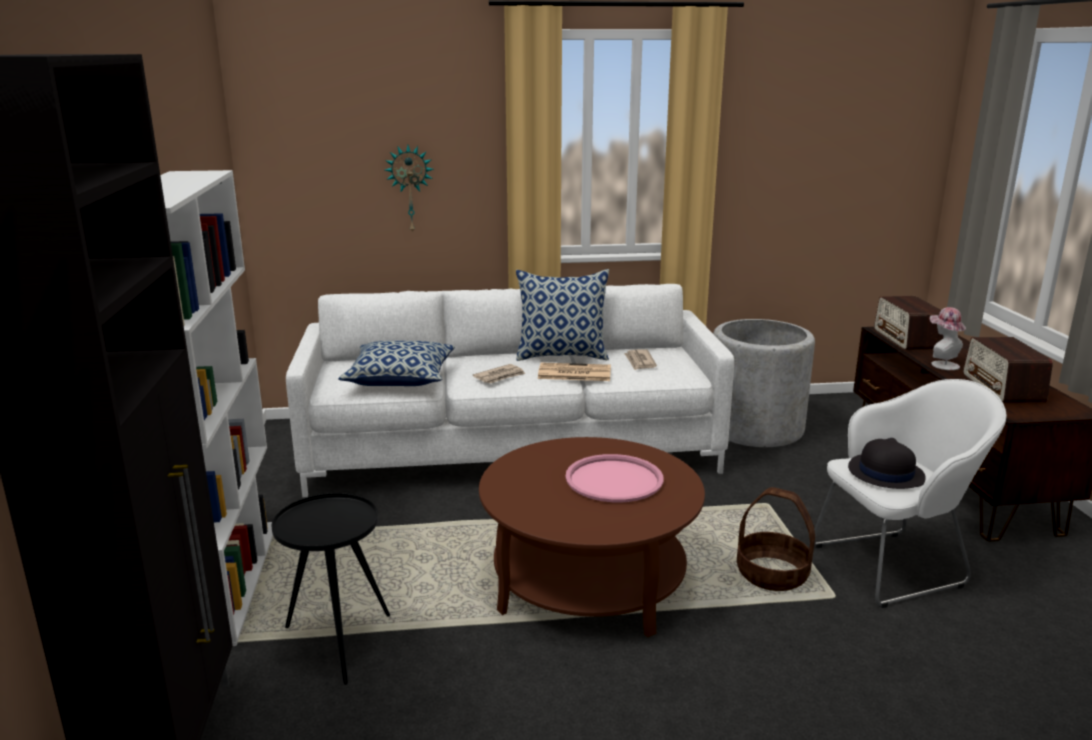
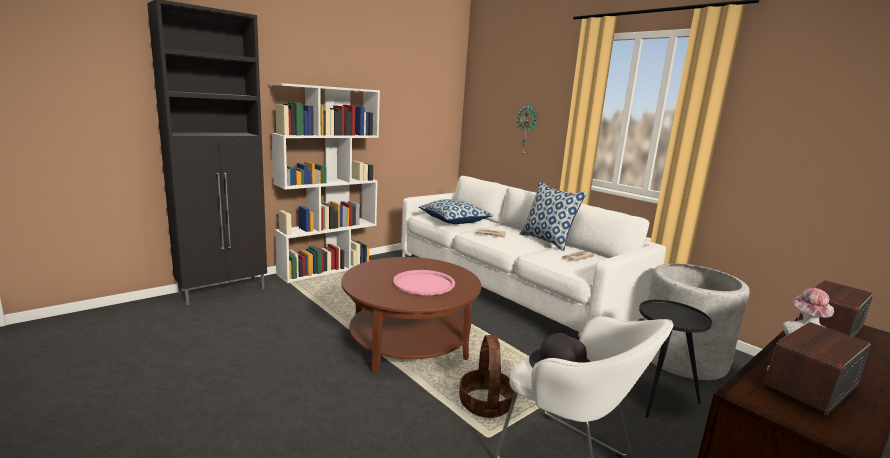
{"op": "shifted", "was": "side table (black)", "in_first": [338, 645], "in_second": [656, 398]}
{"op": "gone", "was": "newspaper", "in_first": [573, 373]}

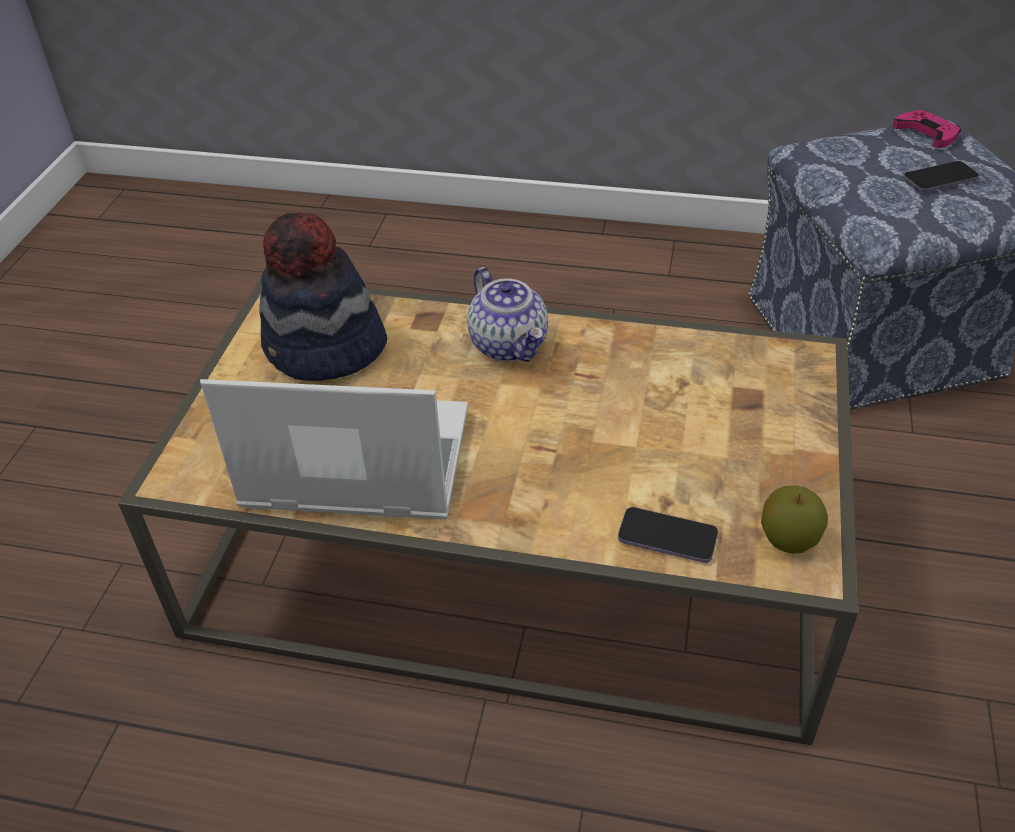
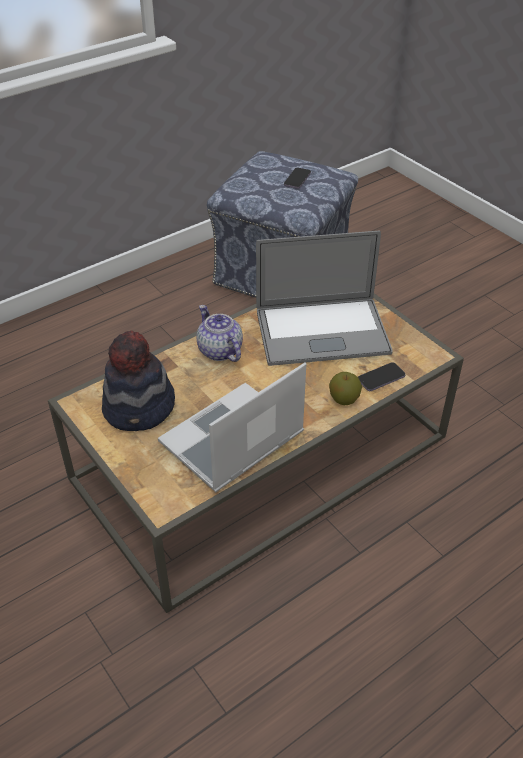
{"op": "rotated", "was": "teapot", "in_first": [510, 345], "in_second": [219, 350], "clockwise": -135}
{"op": "shifted", "was": "apple", "in_first": [789, 539], "in_second": [344, 399]}
{"op": "gone", "was": "game controller (pink)", "in_first": [927, 133]}
{"op": "new", "now": "laptop", "in_second": [322, 331]}

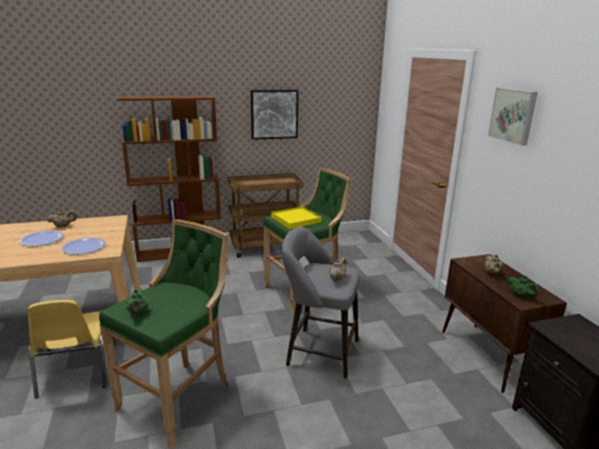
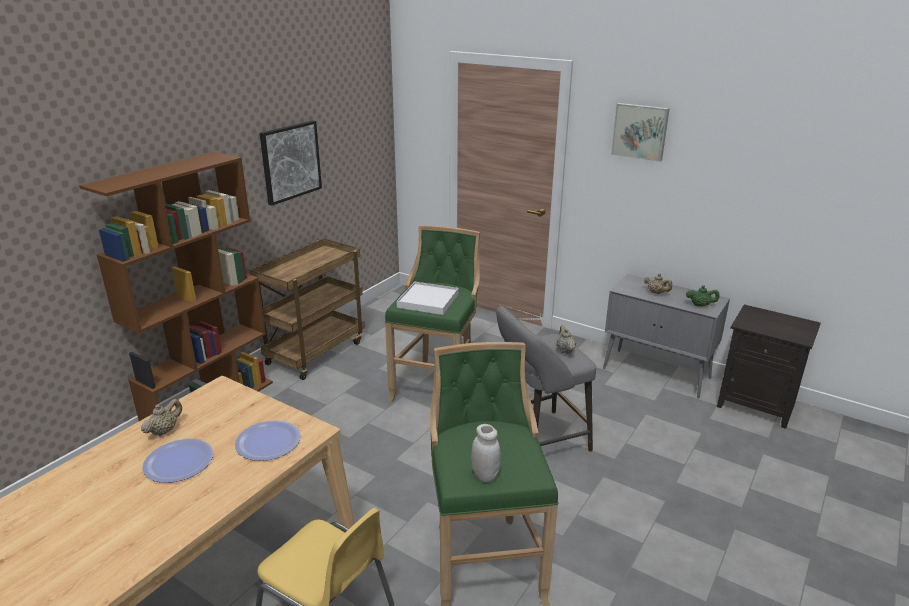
{"op": "swapped", "was": "teapot (green)", "now": "jar (white)", "in_first": [138, 313], "in_second": [485, 475]}
{"op": "repainted", "was": "tray (yellow)", "now": "tray (white)", "in_first": [296, 219], "in_second": [428, 300]}
{"op": "repainted", "was": "cabinet (brown)", "now": "cabinet (grey)", "in_first": [488, 357], "in_second": [657, 373]}

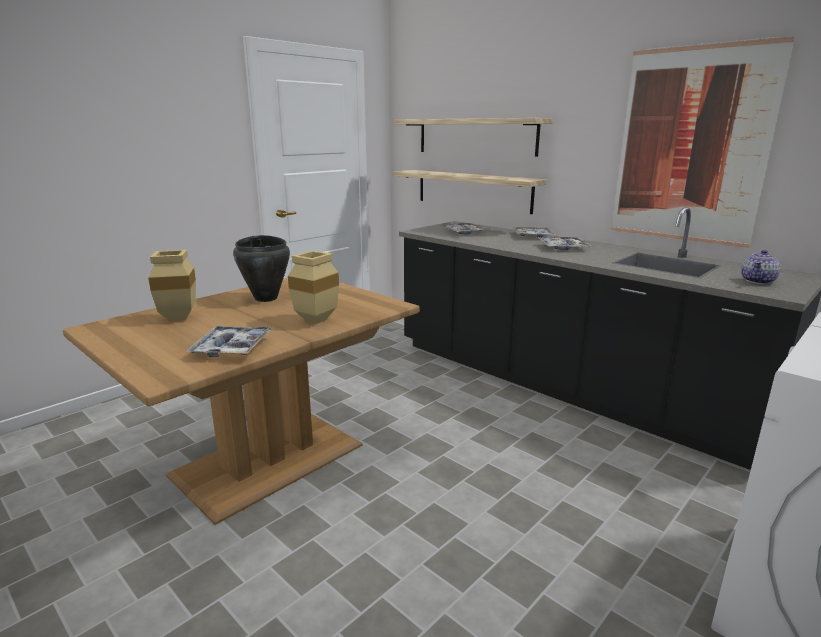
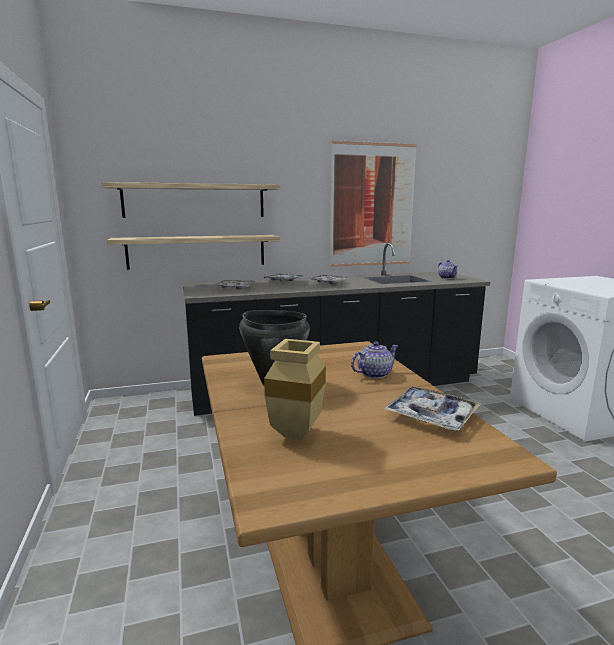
{"op": "swapped", "was": "vase (beige)", "now": "teapot", "in_first": [316, 319], "in_second": [374, 374]}

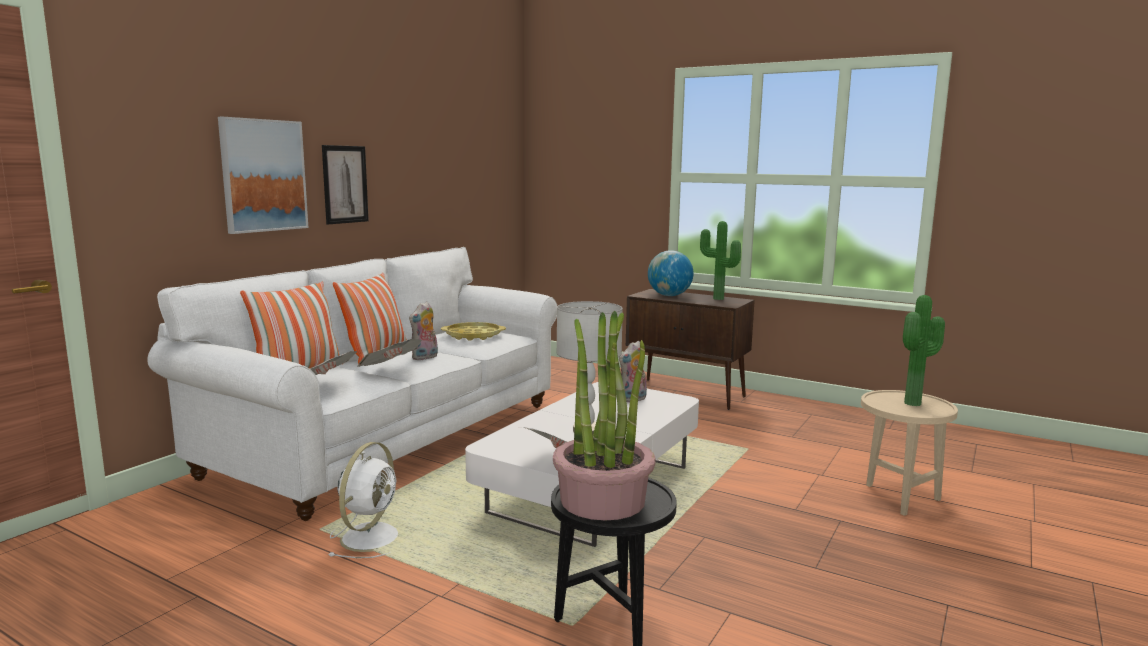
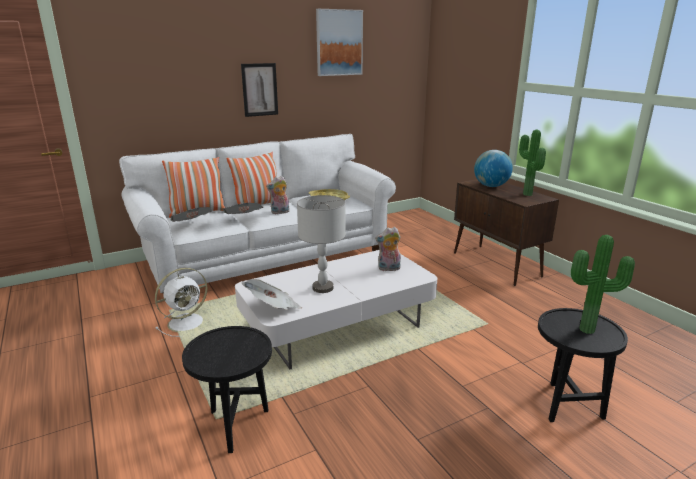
{"op": "shifted", "was": "picture", "in_first": [263, 175], "in_second": [339, 43]}
{"op": "gone", "was": "potted plant", "in_first": [603, 500]}
{"op": "repainted", "was": "side table (beige)", "now": "side table (black)", "in_first": [897, 497], "in_second": [566, 403]}

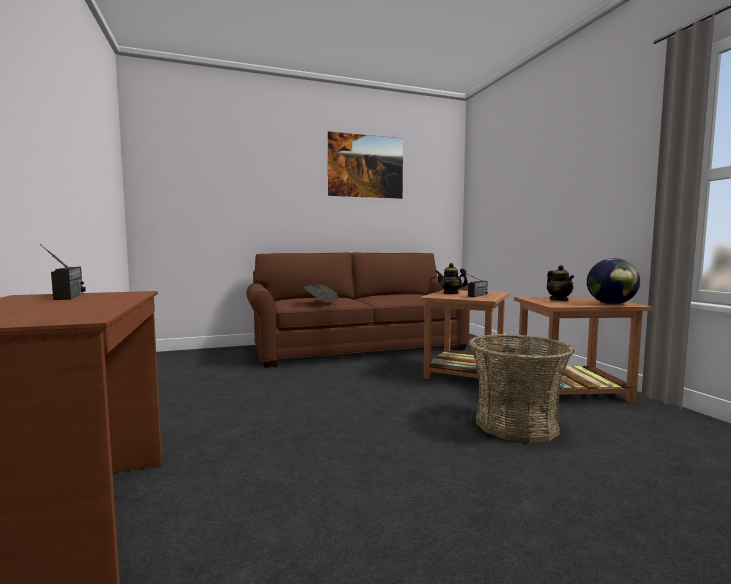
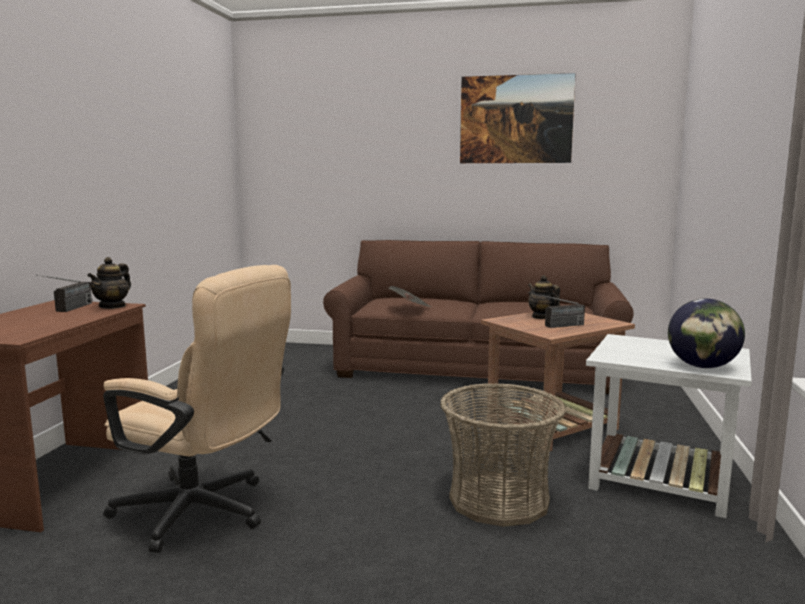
{"op": "repainted", "was": "side table (brown)", "now": "side table (white)", "in_first": [570, 390], "in_second": [657, 479]}
{"op": "shifted", "was": "teapot", "in_first": [559, 300], "in_second": [112, 306]}
{"op": "new", "now": "office chair (beige)", "in_second": [204, 514]}

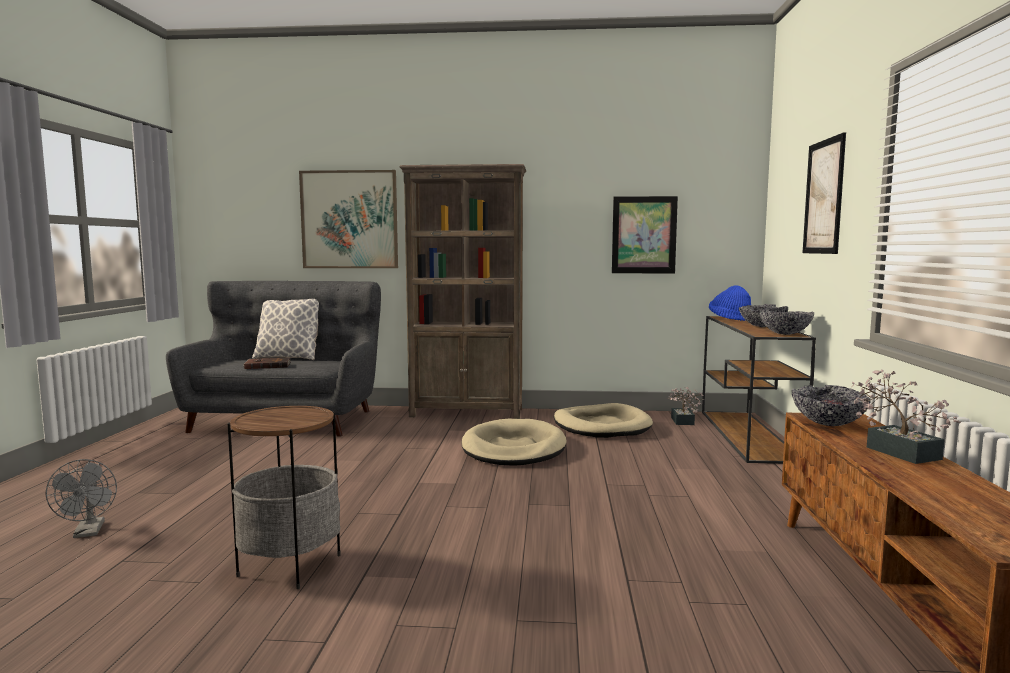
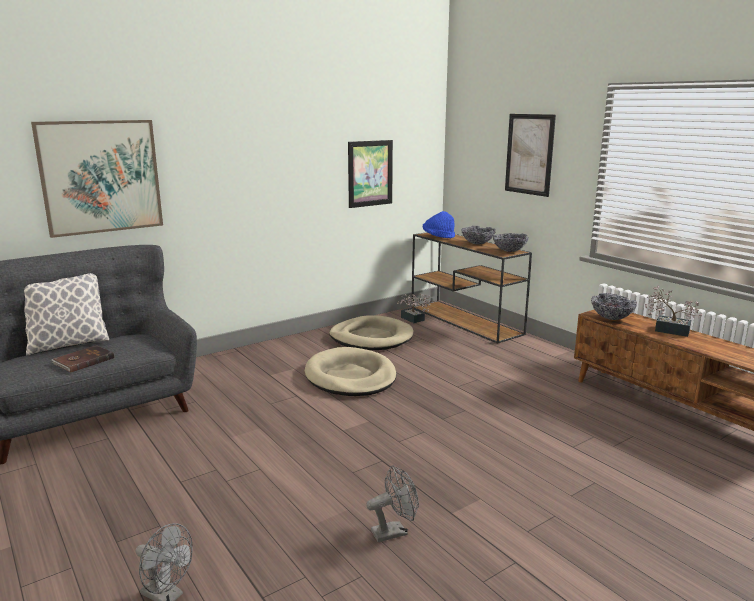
{"op": "swapped", "was": "side table", "now": "fan (grey)", "in_first": [290, 566], "in_second": [394, 531]}
{"op": "gone", "was": "bookcase (brown)", "in_first": [467, 412]}

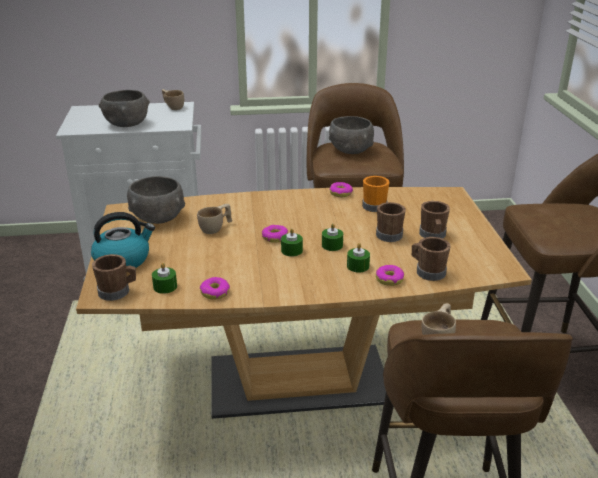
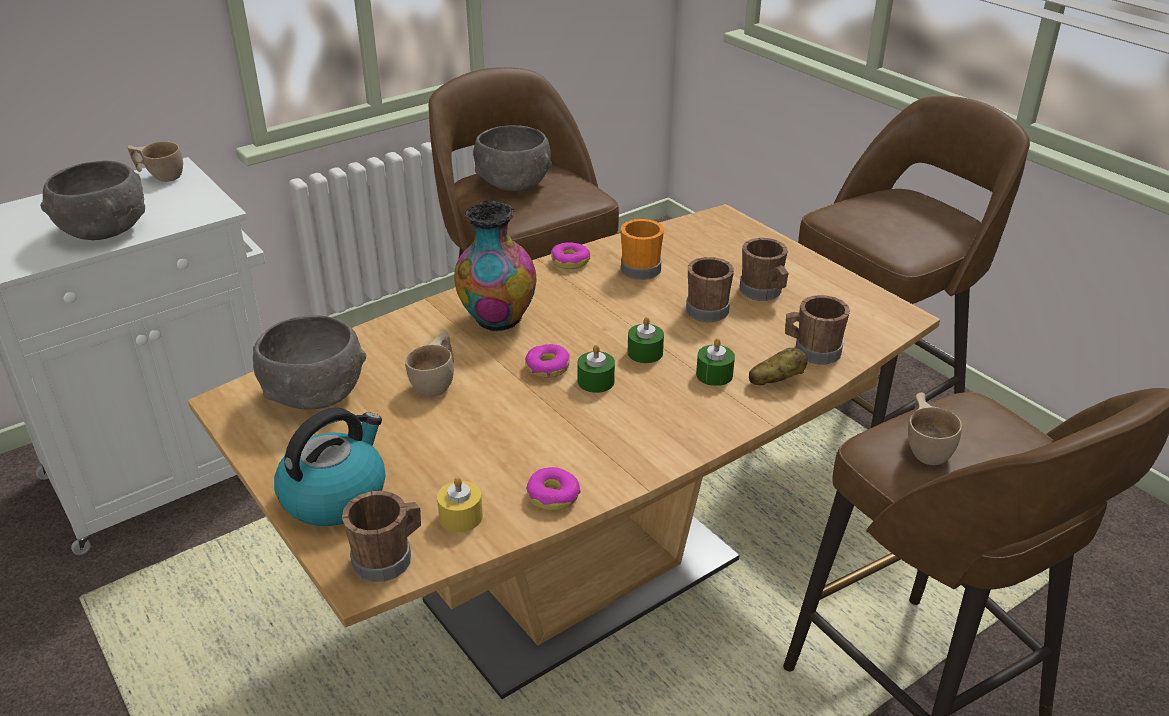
{"op": "repainted", "was": "candle (green)", "now": "candle (yellow)", "in_first": [165, 286], "in_second": [461, 516]}
{"op": "swapped", "was": "donut", "now": "potato", "in_first": [389, 279], "in_second": [776, 380]}
{"op": "new", "now": "vase", "in_second": [497, 320]}

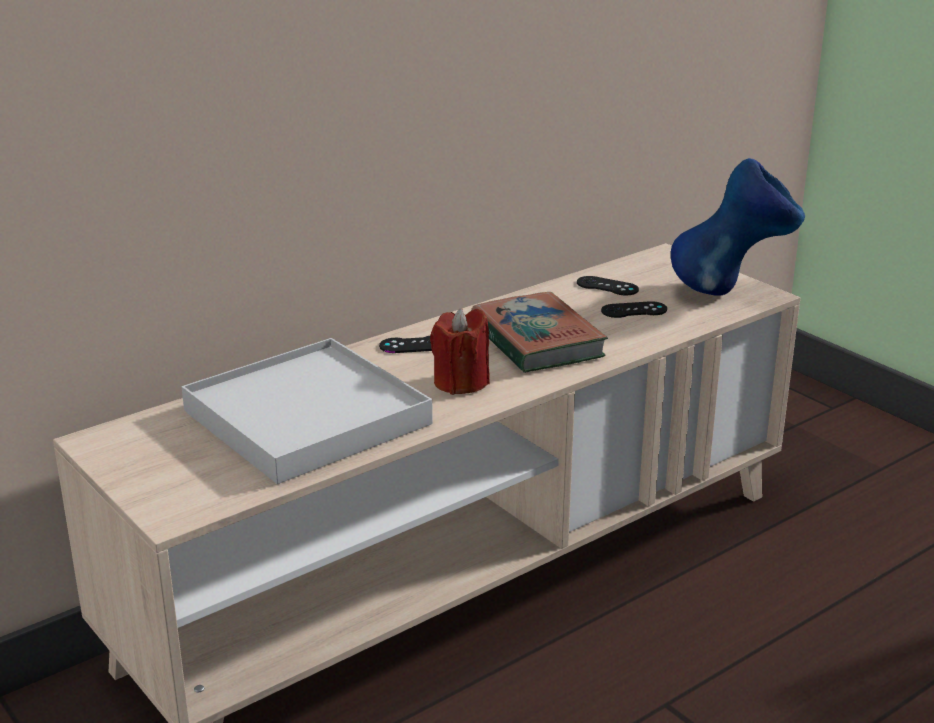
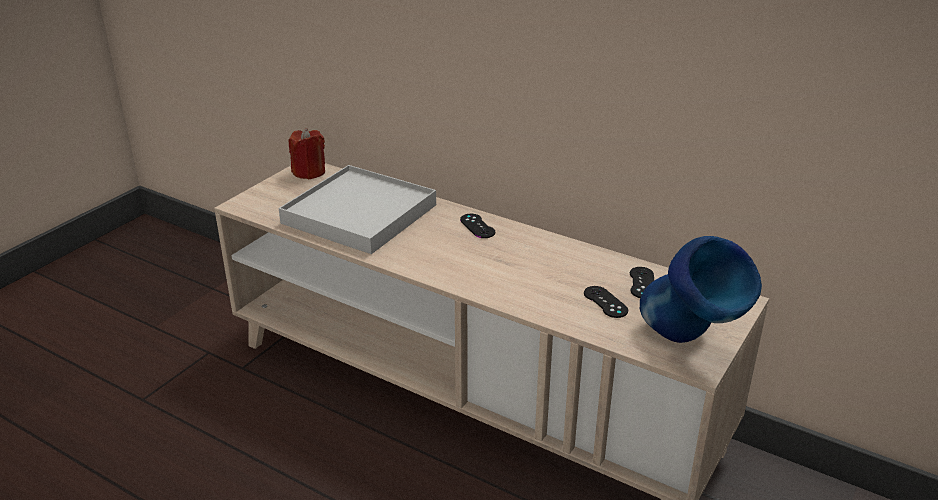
{"op": "shifted", "was": "candle (red)", "in_first": [461, 382], "in_second": [309, 172]}
{"op": "gone", "was": "book", "in_first": [536, 341]}

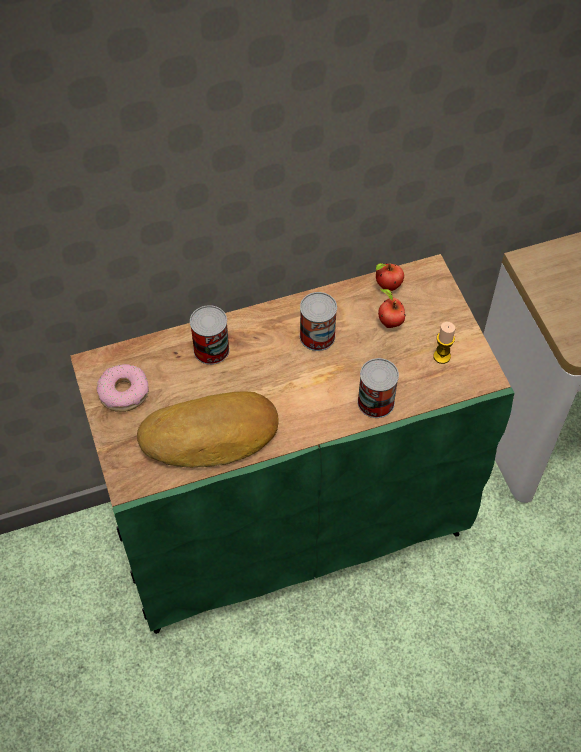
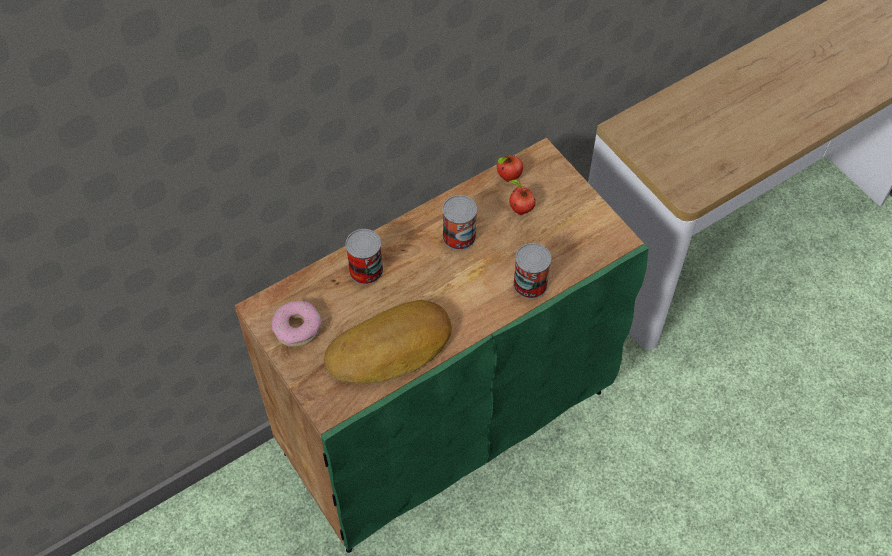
{"op": "gone", "was": "candle", "in_first": [442, 356]}

